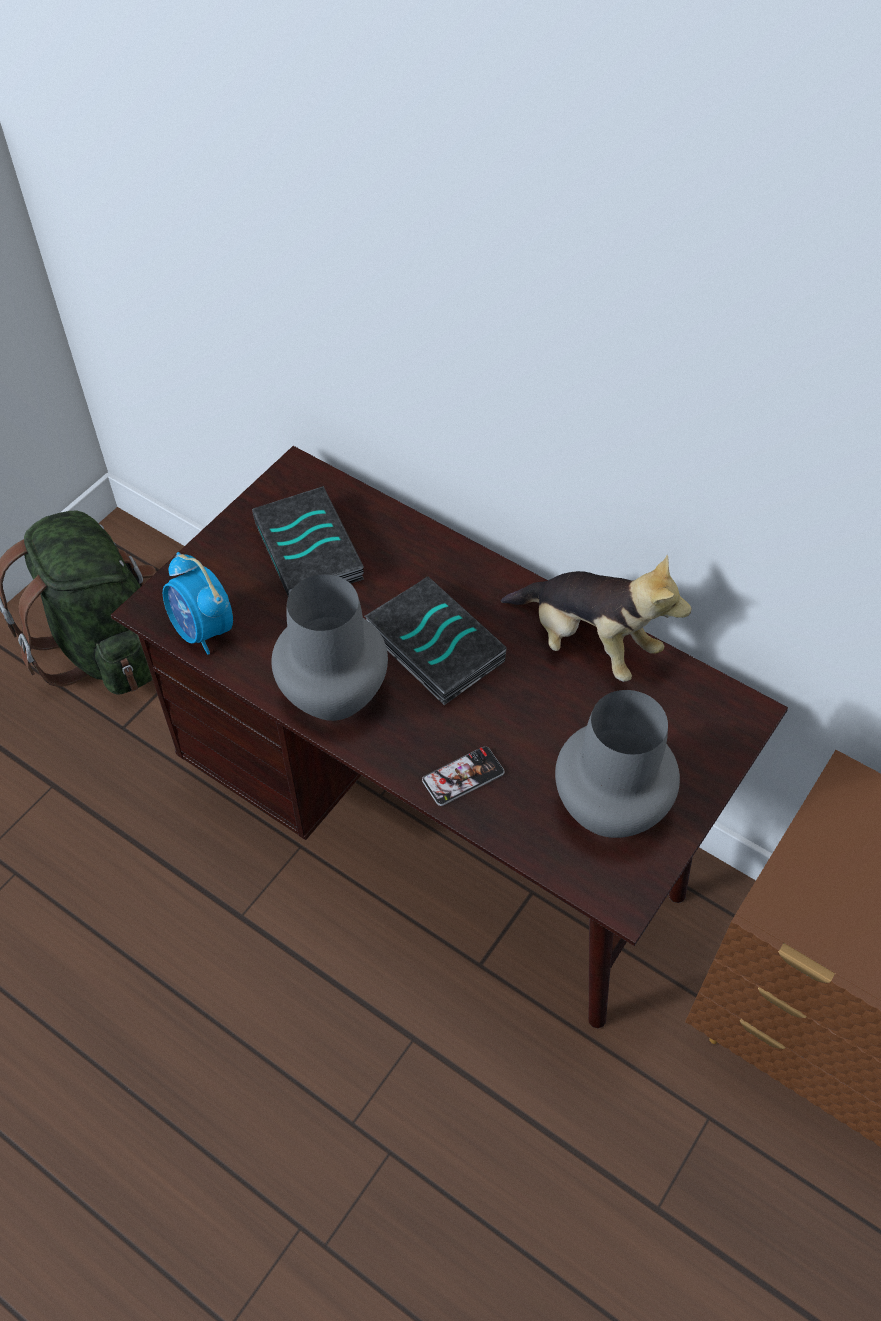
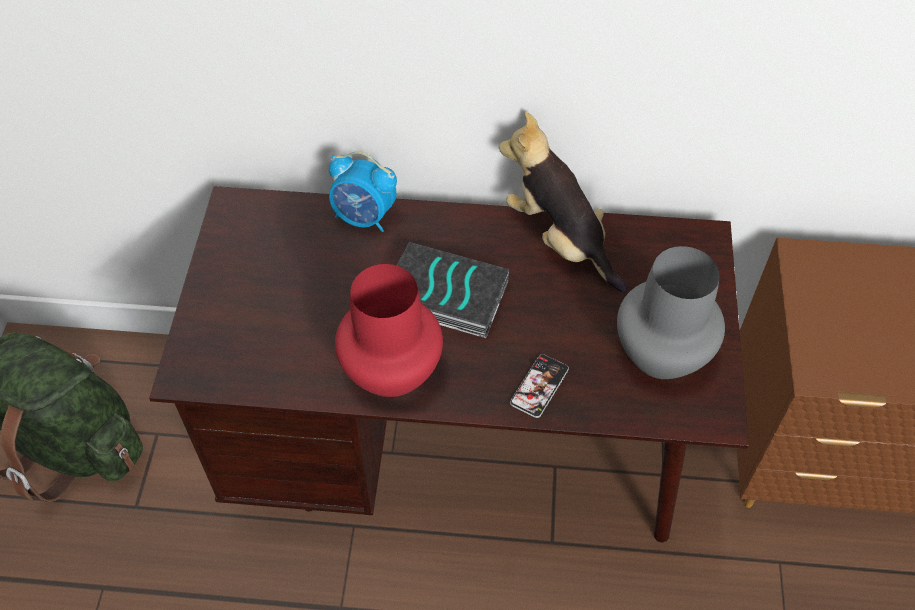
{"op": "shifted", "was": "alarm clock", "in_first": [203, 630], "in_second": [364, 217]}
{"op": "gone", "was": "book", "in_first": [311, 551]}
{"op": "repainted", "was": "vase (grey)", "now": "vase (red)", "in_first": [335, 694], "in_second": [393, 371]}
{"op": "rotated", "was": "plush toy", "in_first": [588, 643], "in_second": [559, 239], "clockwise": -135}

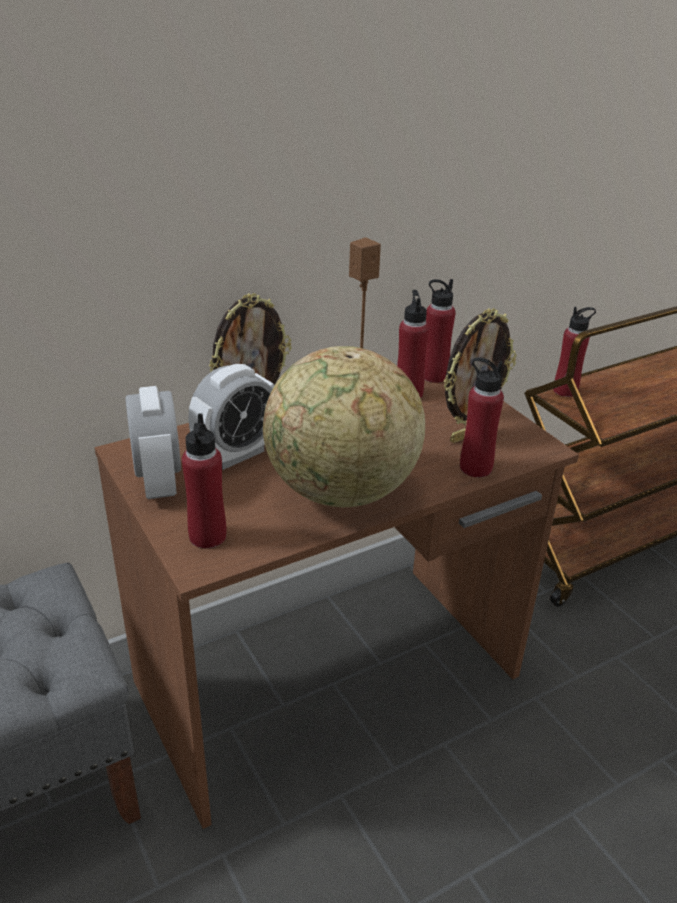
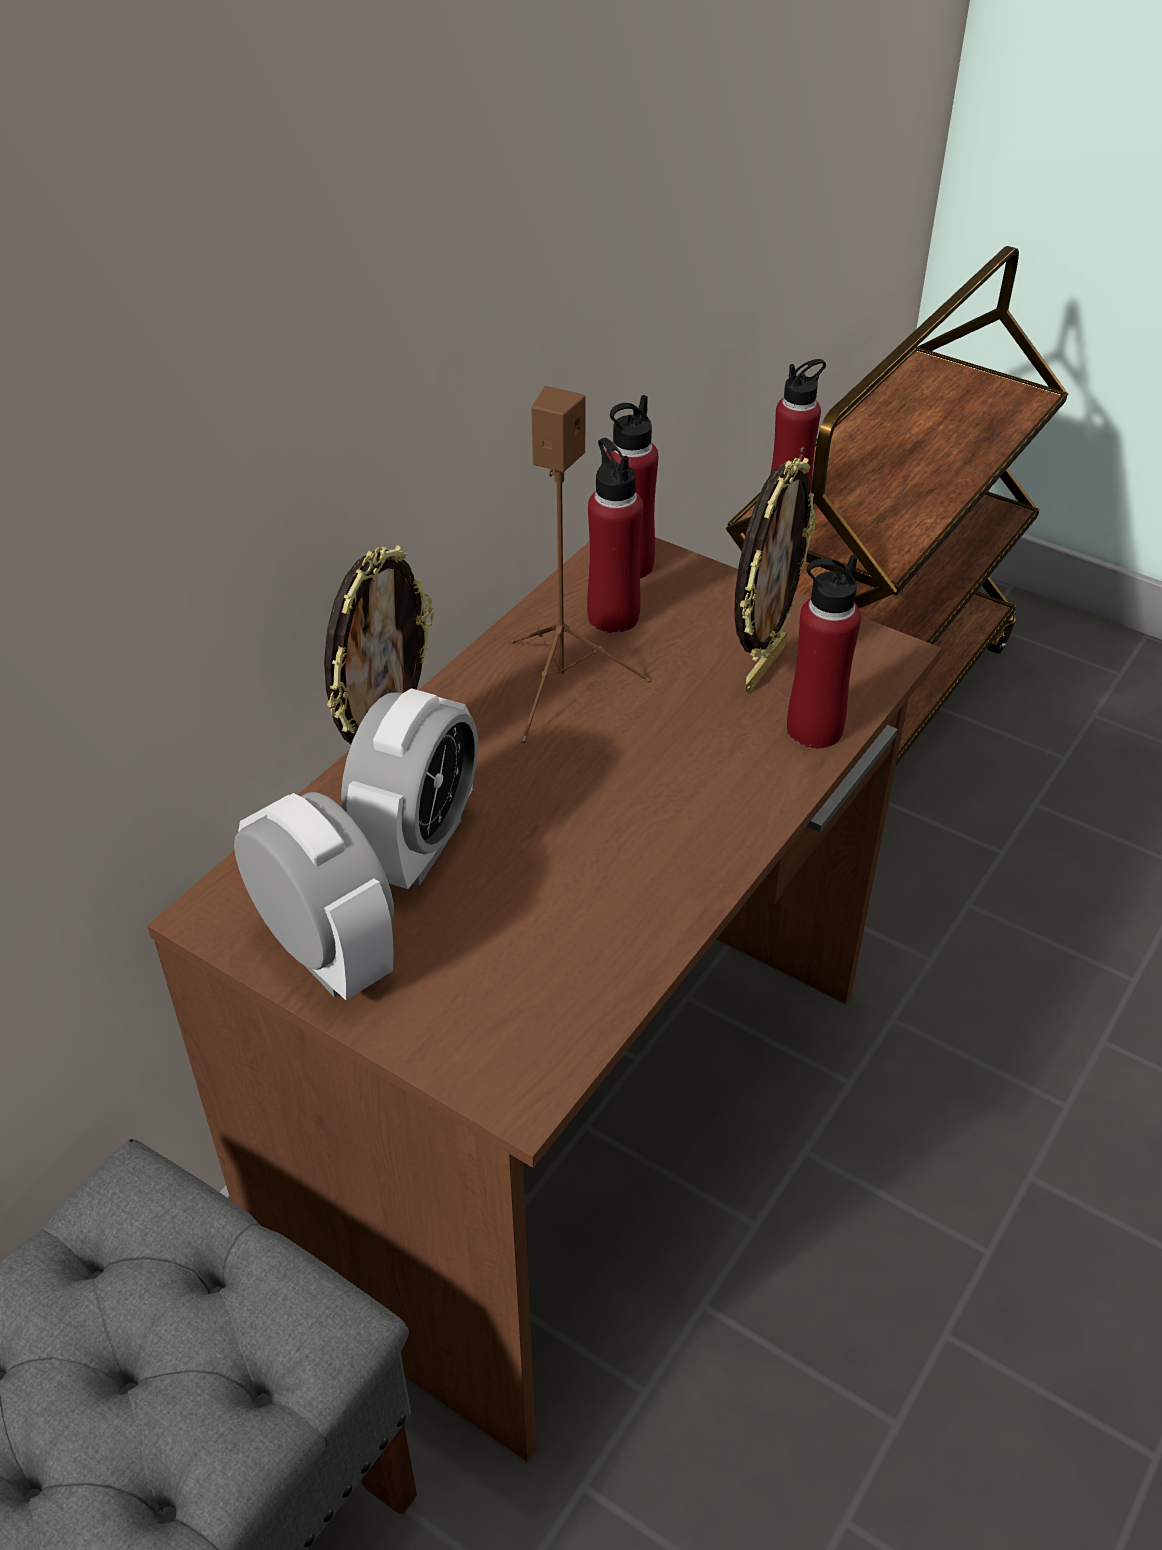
{"op": "gone", "was": "bottle (red)", "in_first": [207, 536]}
{"op": "gone", "was": "globe", "in_first": [341, 492]}

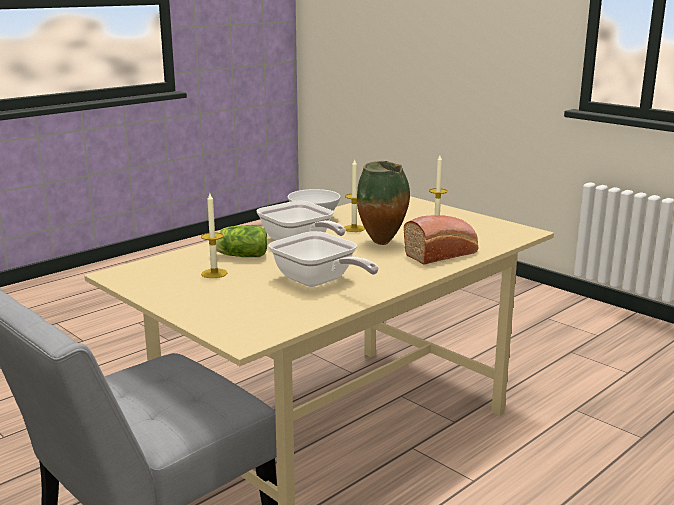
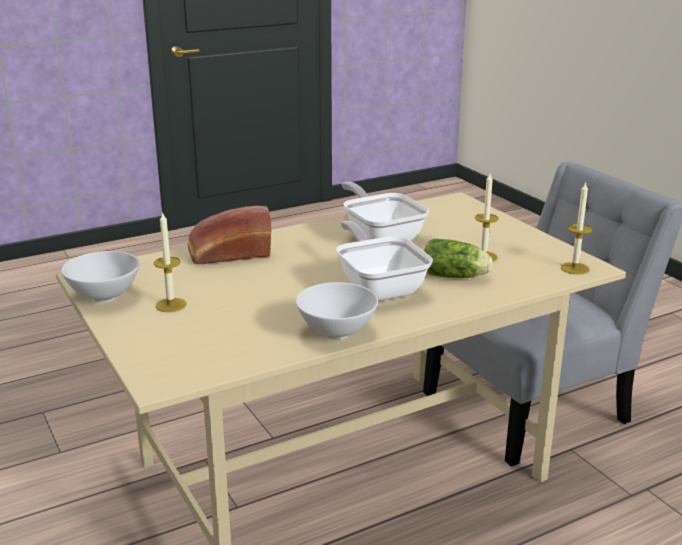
{"op": "shifted", "was": "candle", "in_first": [354, 228], "in_second": [574, 268]}
{"op": "gone", "was": "vase", "in_first": [383, 244]}
{"op": "new", "now": "bowl (white)", "in_second": [104, 297]}

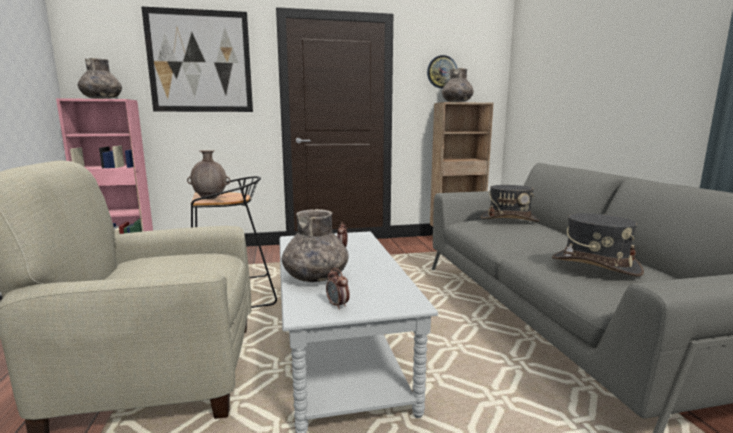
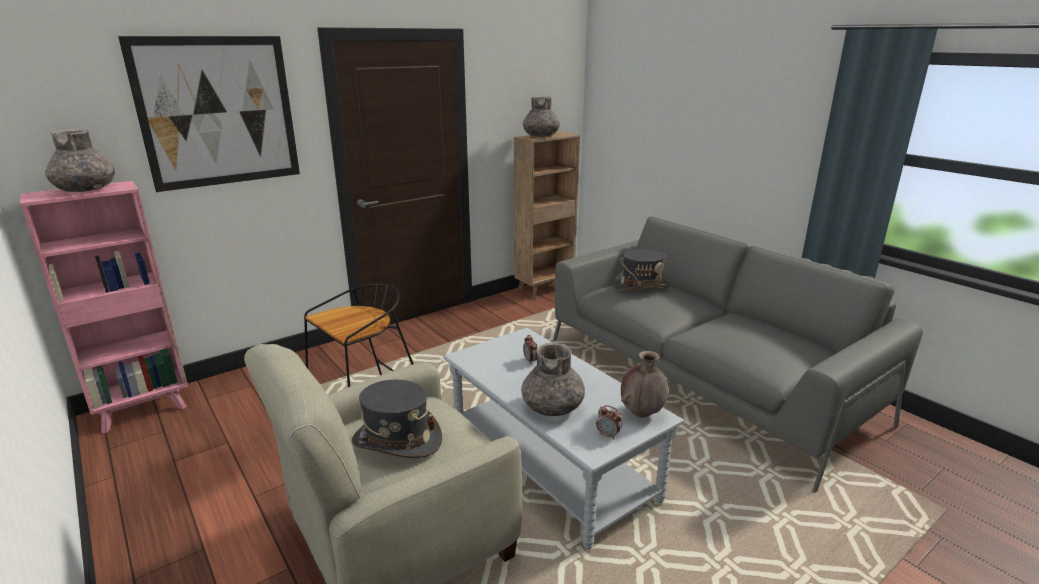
{"op": "shifted", "was": "vase (brown)", "in_first": [210, 198], "in_second": [642, 412]}
{"op": "gone", "was": "wall clock", "in_first": [442, 72]}
{"op": "shifted", "was": "hat (grey)", "in_first": [595, 265], "in_second": [397, 440]}

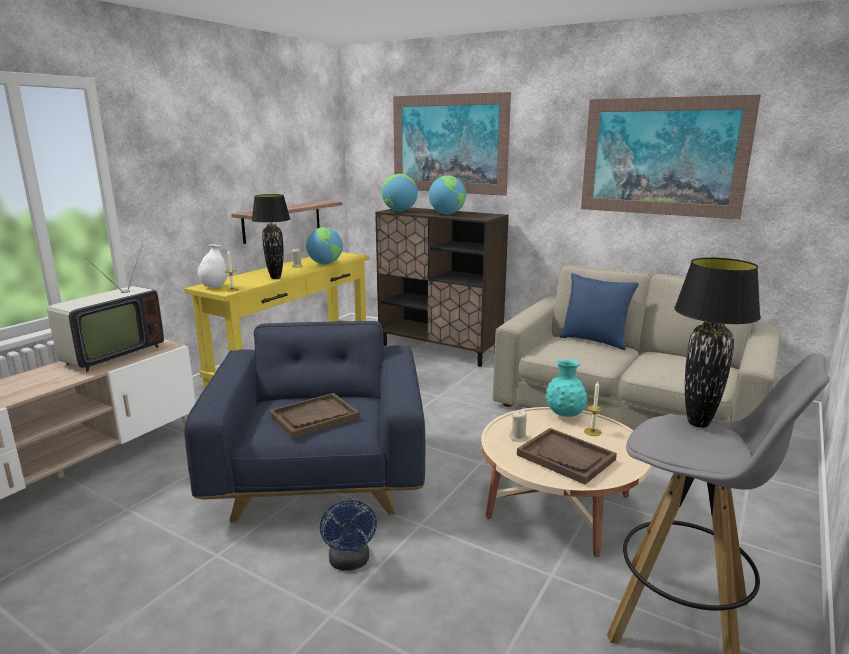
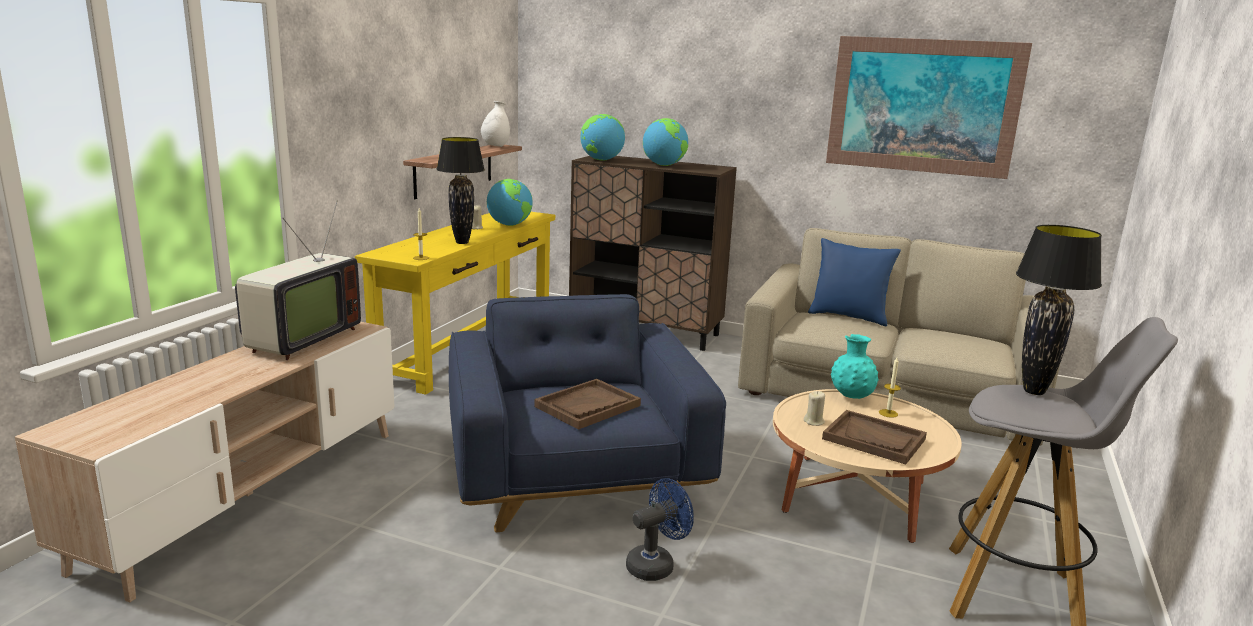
{"op": "shifted", "was": "vase (white)", "in_first": [214, 287], "in_second": [495, 146]}
{"op": "rotated", "was": "fan (blue)", "in_first": [350, 562], "in_second": [656, 564], "clockwise": -105}
{"op": "gone", "was": "picture", "in_first": [448, 144]}

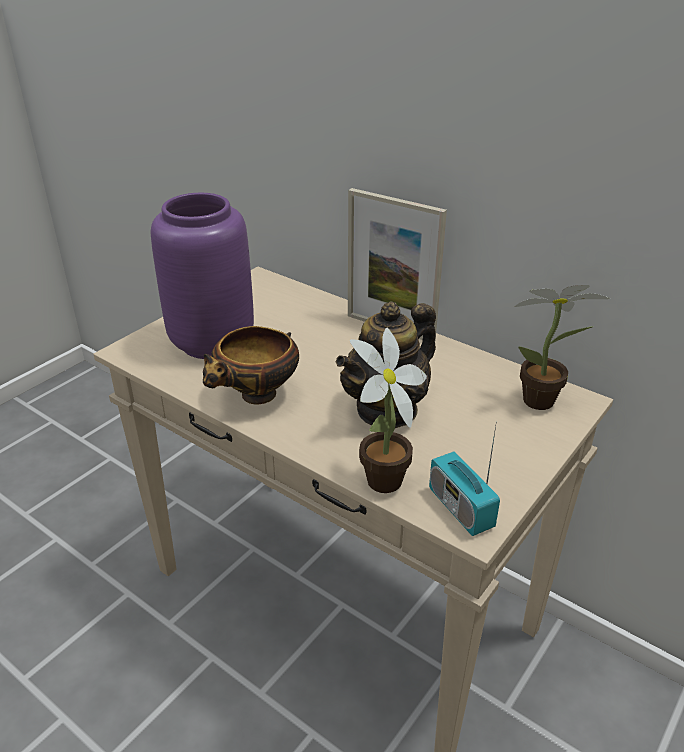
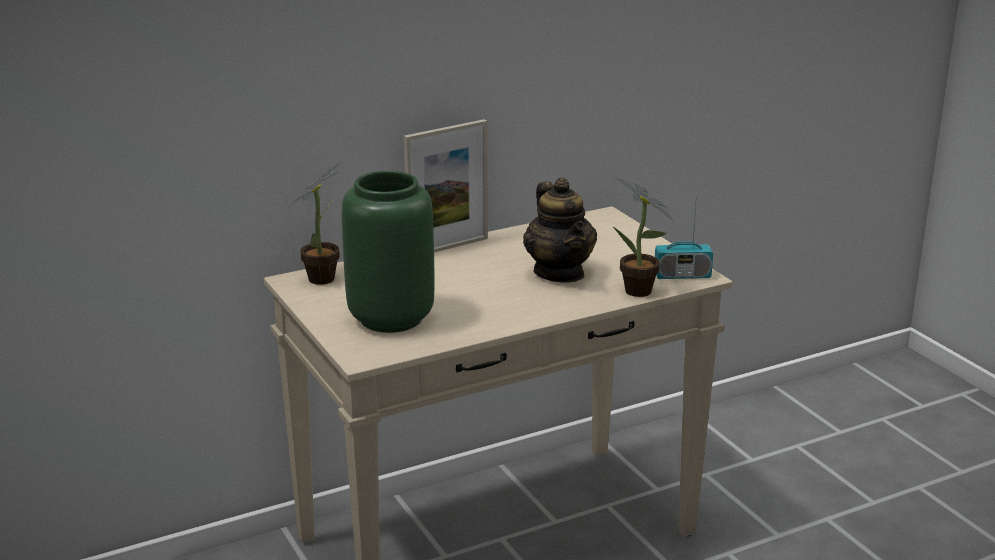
{"op": "repainted", "was": "vase (purple)", "now": "vase (green)", "in_first": [211, 341], "in_second": [389, 318]}
{"op": "gone", "was": "bowl", "in_first": [256, 397]}
{"op": "shifted", "was": "potted plant", "in_first": [544, 401], "in_second": [325, 277]}

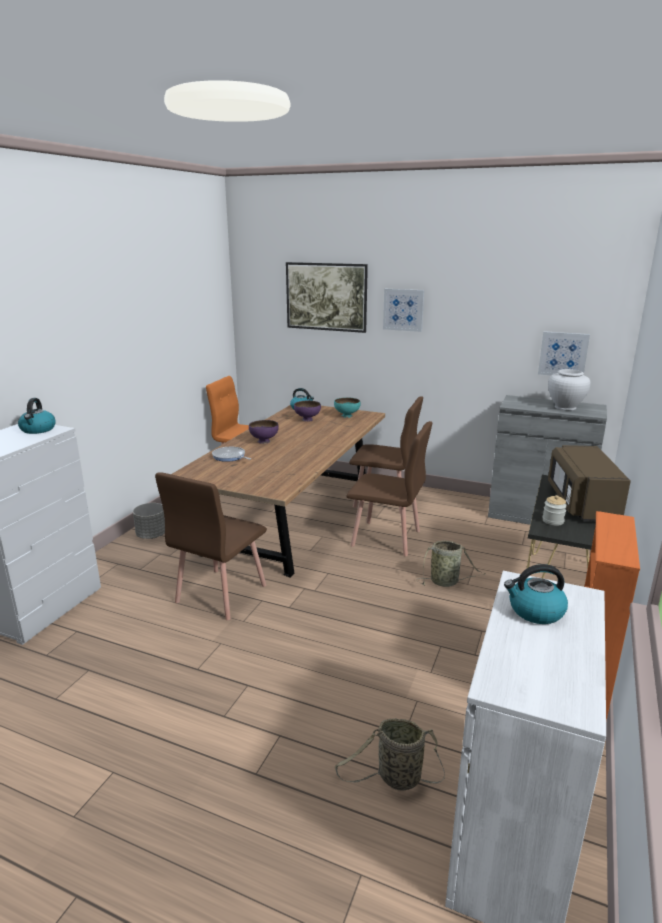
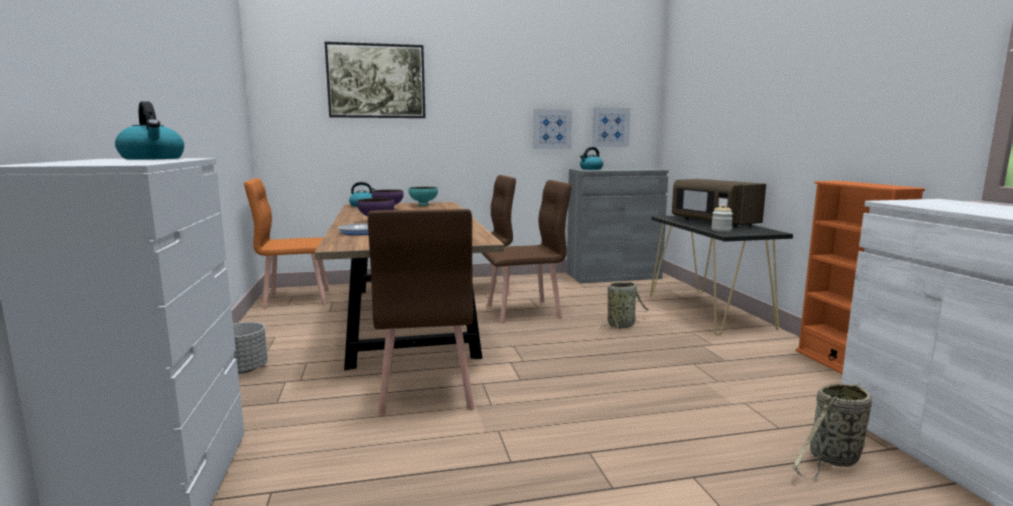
{"op": "shifted", "was": "picture", "in_first": [403, 309], "in_second": [552, 129]}
{"op": "shifted", "was": "kettle", "in_first": [535, 611], "in_second": [591, 169]}
{"op": "gone", "was": "vase (white)", "in_first": [565, 407]}

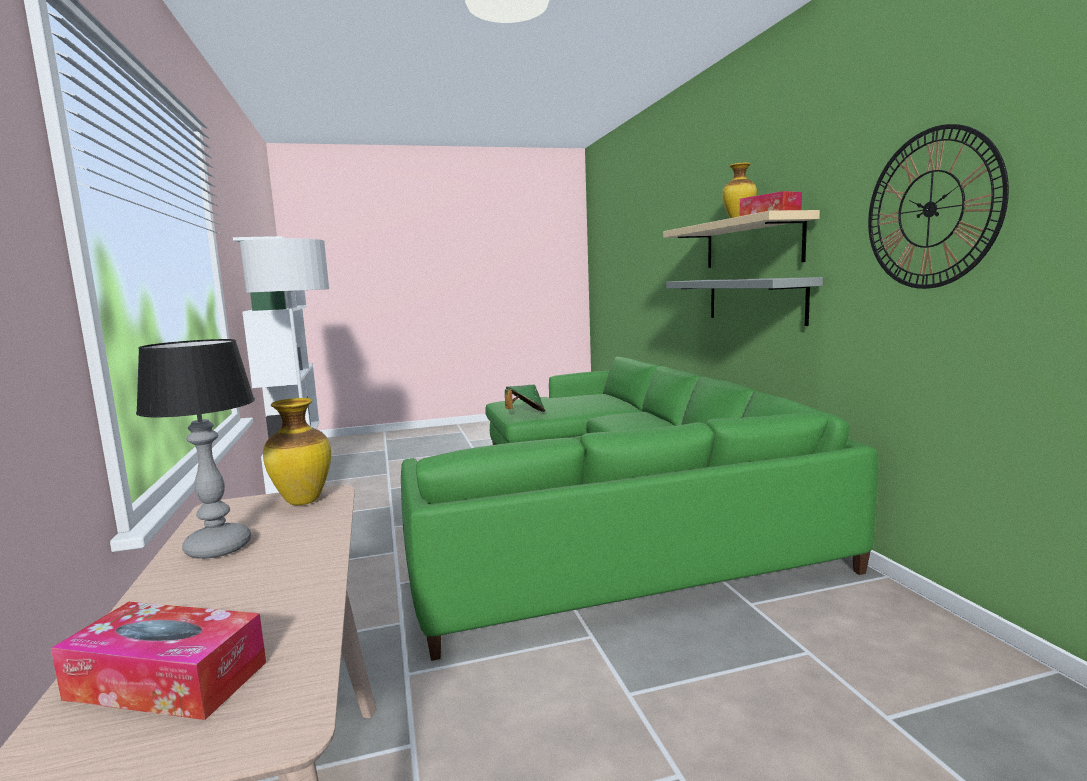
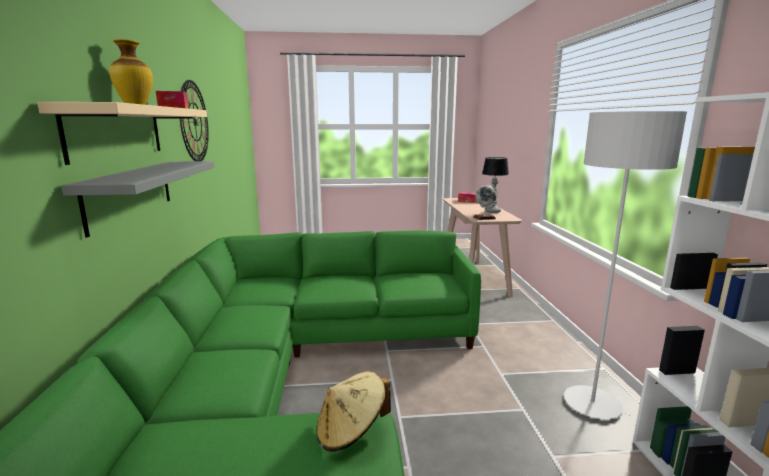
{"op": "swapped", "was": "vase", "now": "globe", "in_first": [302, 501], "in_second": [484, 218]}
{"op": "repainted", "was": "hat (green)", "now": "hat (beige)", "in_first": [525, 413], "in_second": [351, 431]}

